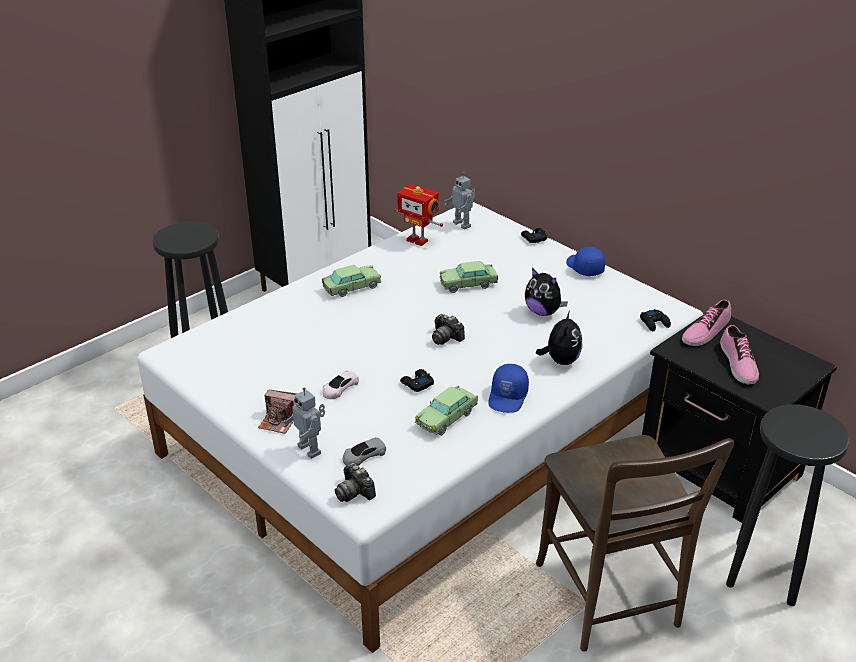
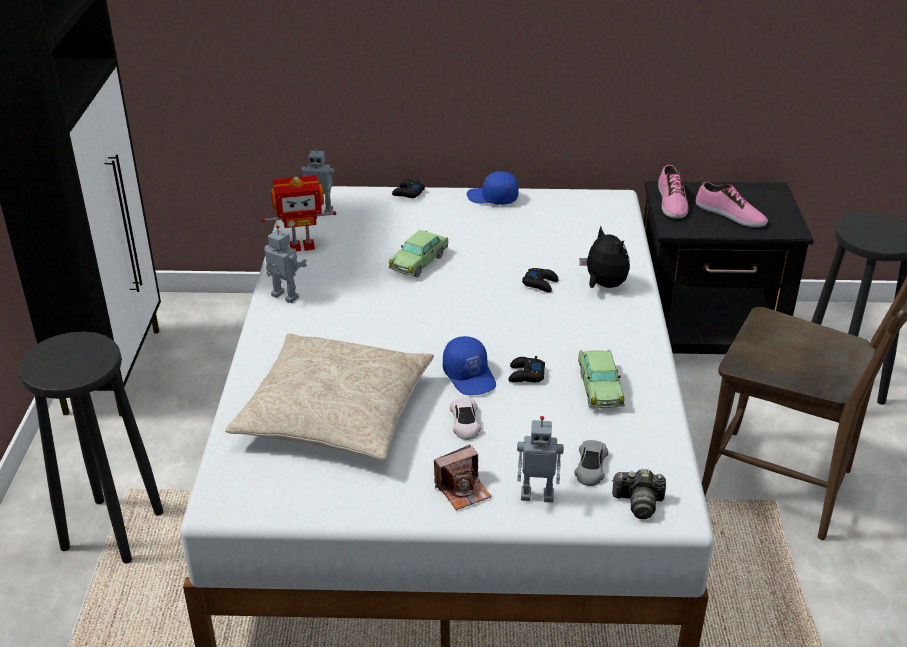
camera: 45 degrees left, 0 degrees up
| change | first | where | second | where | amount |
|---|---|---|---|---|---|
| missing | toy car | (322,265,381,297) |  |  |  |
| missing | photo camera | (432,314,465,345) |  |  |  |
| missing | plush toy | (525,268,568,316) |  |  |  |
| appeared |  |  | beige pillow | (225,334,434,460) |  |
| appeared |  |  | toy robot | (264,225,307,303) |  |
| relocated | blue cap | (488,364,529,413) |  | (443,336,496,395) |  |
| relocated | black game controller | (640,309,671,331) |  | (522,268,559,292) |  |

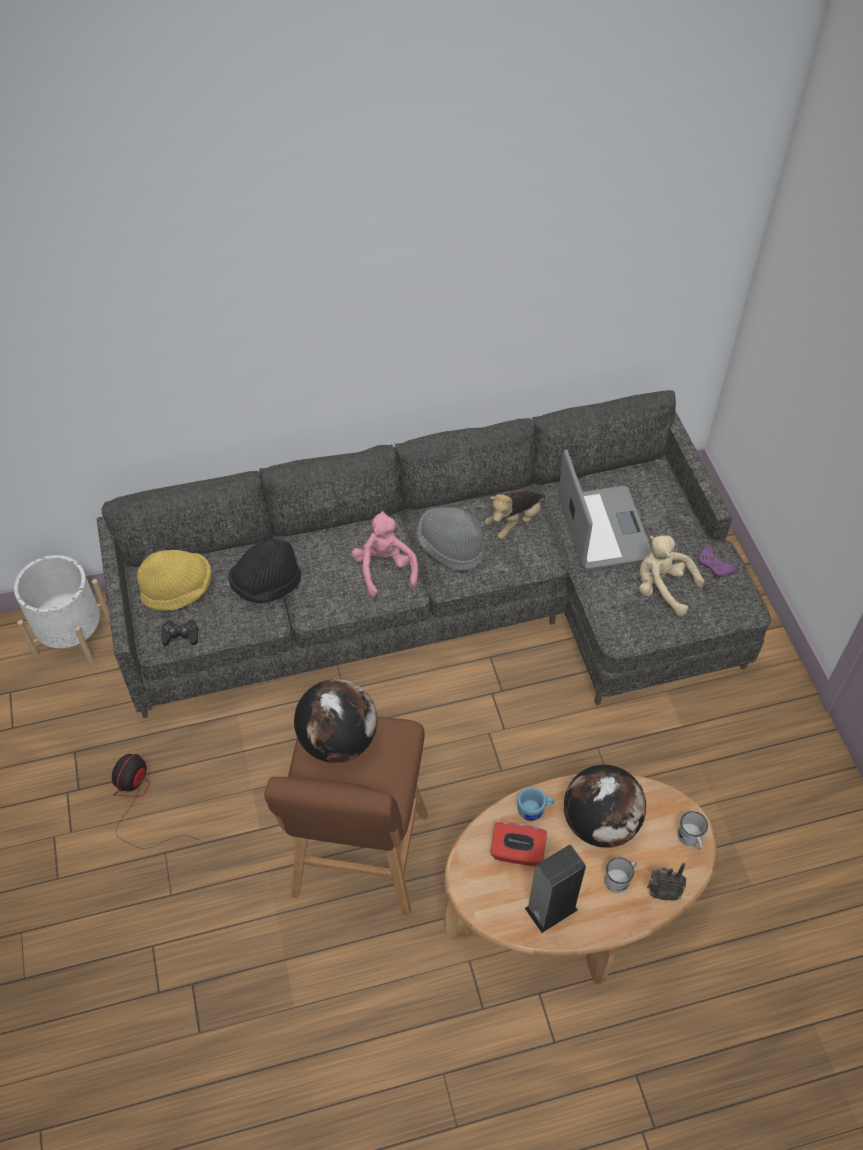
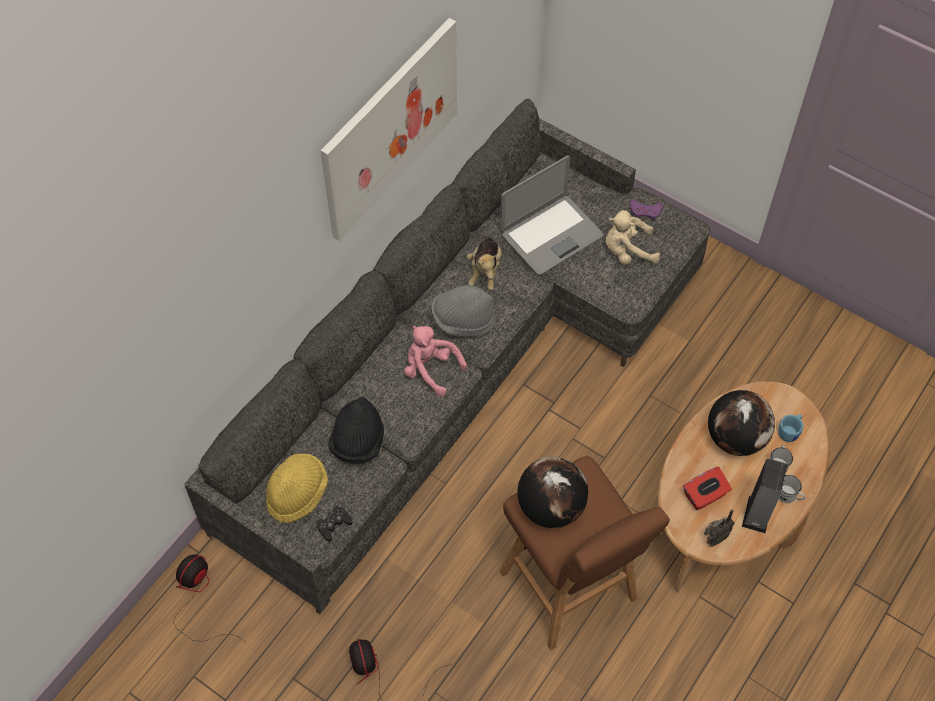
camera: 40 degrees left, 5 degrees up
| change | first | where | second | where | amount |
|---|---|---|---|---|---|
| appeared |  |  | picture | (321,18,457,241) |  |
| relocated | blue mug | (517,787,555,821) |  | (778,414,803,442) |  |
| relocated | radio | (647,863,686,901) |  | (704,509,734,547) |  |
| relocated | white mug | (677,811,708,850) |  | (779,475,805,503) |  |
| exchanged | white planter | (14,555,110,665) | fan | (174,554,245,642) |  |
| spun | laptop | (558,449,652,570) |  | (500,155,604,275) | 105 degrees clockwise |

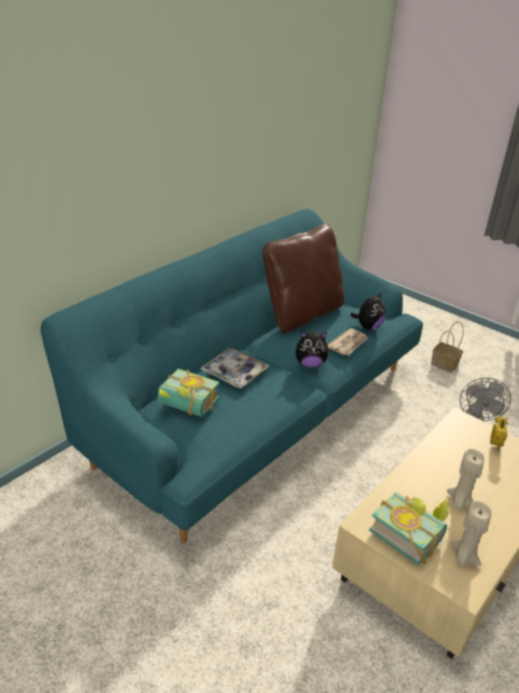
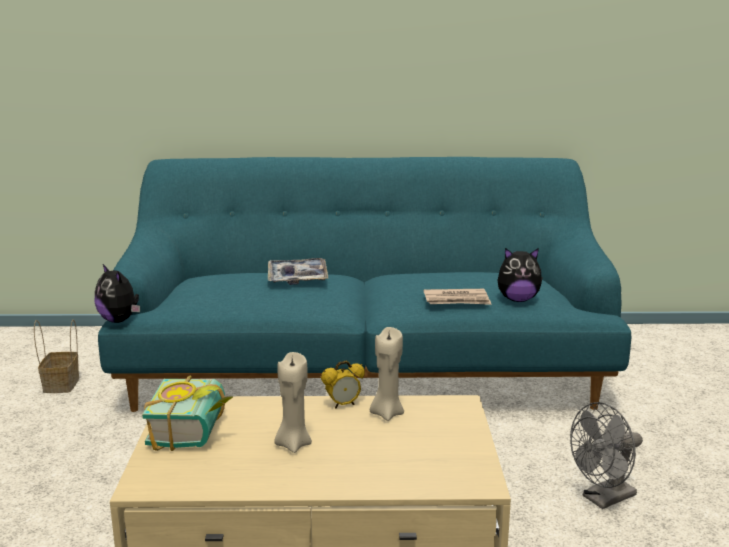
camera: 50 degrees right, 15 degrees down
| change | first | where | second | where | amount |
|---|---|---|---|---|---|
| missing | book | (158,369,220,417) |  |  |  |
| missing | brown pillow | (263,224,344,334) |  |  |  |
| relocated | plush toy | (296,331,330,368) |  | (95,264,140,323) |  |
| relocated | basket | (431,322,464,373) |  | (34,319,79,393) |  |
| relocated | beige candle | (451,501,491,566) |  | (370,327,404,421) |  |
| relocated | alarm clock | (490,416,508,450) |  | (321,361,365,409) |  |

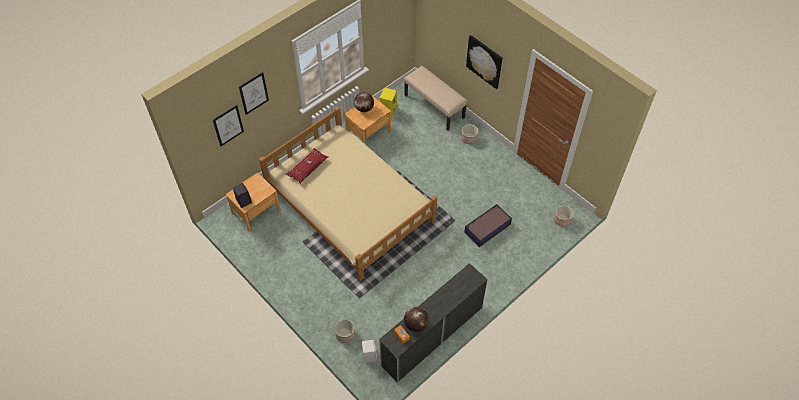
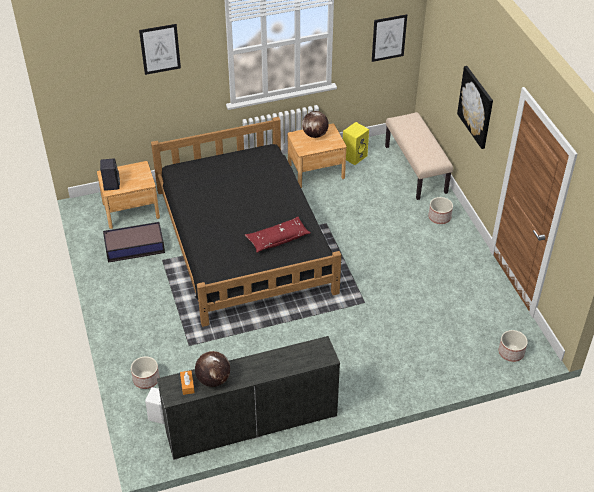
camera: 25 degrees right, 10 degrees down
| change | first | where | second | where | amount |
|---|---|---|---|---|---|
| relocated | picture | (213,105,244,146) |  | (372,14,407,62) |  |
| relocated | red pillow | (286,148,328,184) |  | (245,217,311,253) |  |
| relocated | storage box | (464,204,512,247) |  | (103,222,165,263) |  |
| colour | beige bed | (259,106,437,281) | black bed | (151,117,342,327) |  |

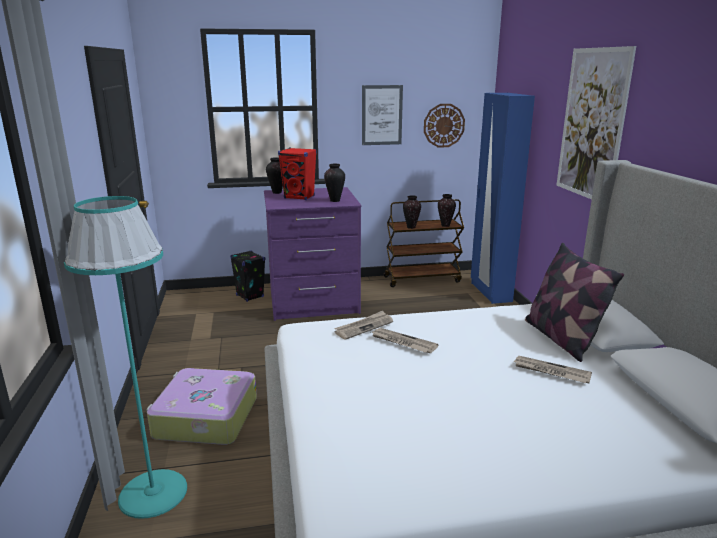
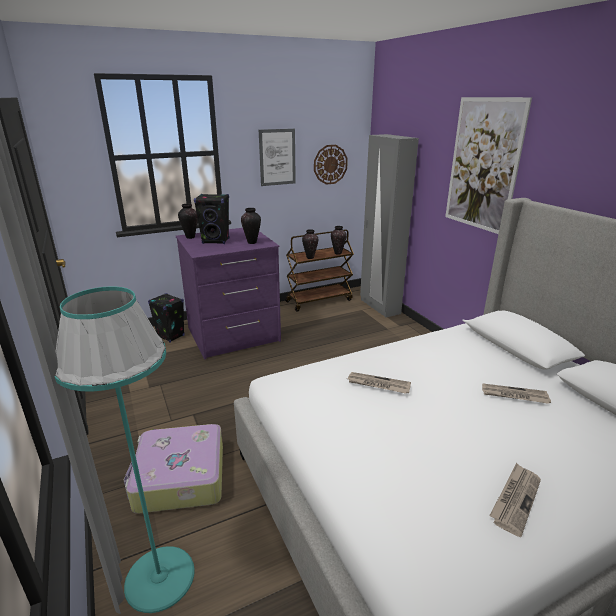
camera: 15 degrees left, 5 degrees up
| change | first | where | second | where | amount |
|---|---|---|---|---|---|
| missing | pillow | (525,243,624,362) |  |  |  |
| relocated | newspaper | (334,311,393,340) |  | (489,463,541,537) |  |
| colour | red speaker | (278,148,317,200) | black speaker | (194,194,229,244) |  |
| colour | blue wardrobe | (471,93,535,304) | grey wardrobe | (360,134,419,318) |  |

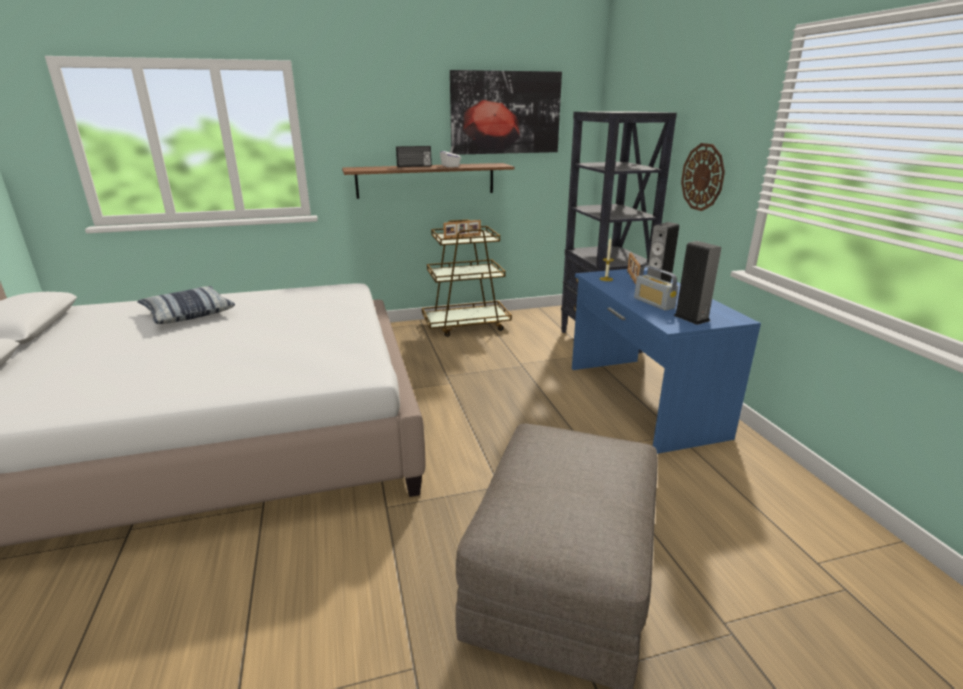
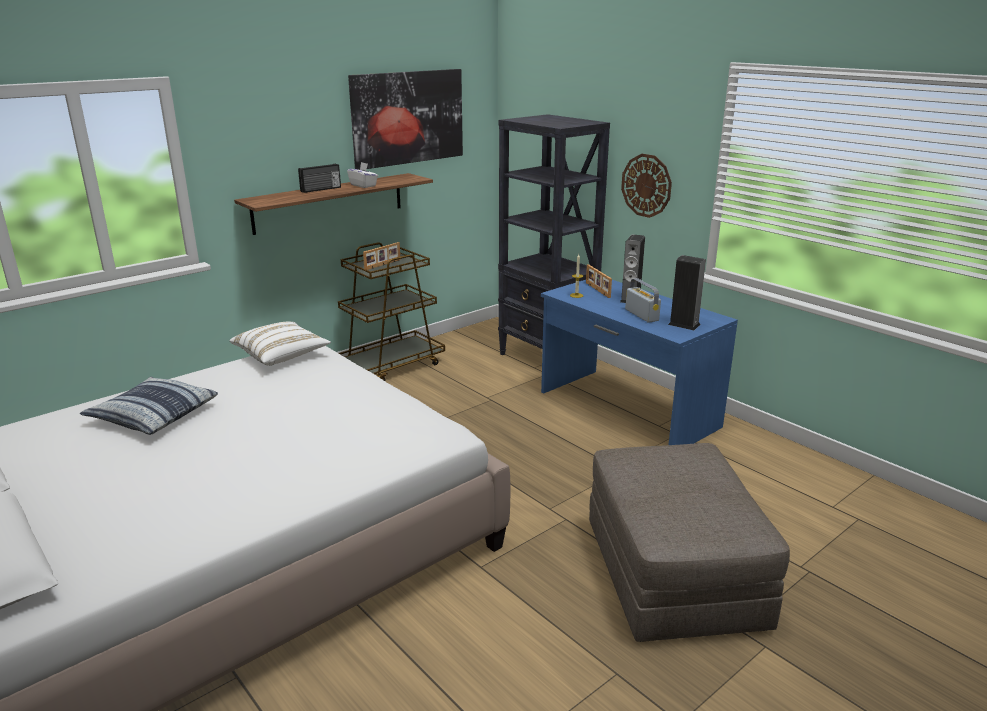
camera: 25 degrees left, 0 degrees up
| change | first | where | second | where | amount |
|---|---|---|---|---|---|
| appeared |  |  | white pillow | (230,322,331,366) |  |
| spun | radio | (634,265,679,311) |  | (626,278,661,323) | 150 degrees counterclockwise |

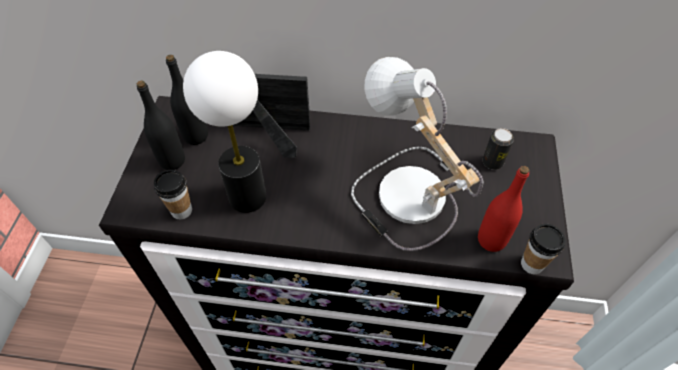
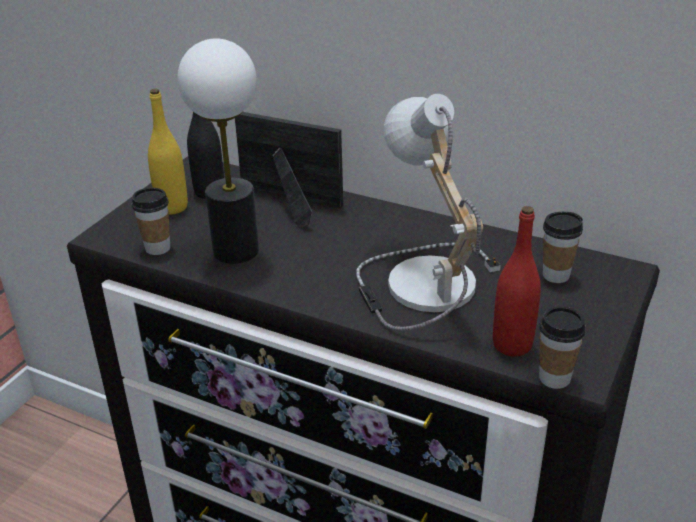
camera: 20 degrees right, 20 degrees down
| change | first | where | second | where | amount |
|---|---|---|---|---|---|
| exchanged | can | (482,128,514,170) | cup | (543,212,583,283) |  |
| colour | black bottle | (137,81,185,170) | yellow bottle | (148,89,188,215) |  |

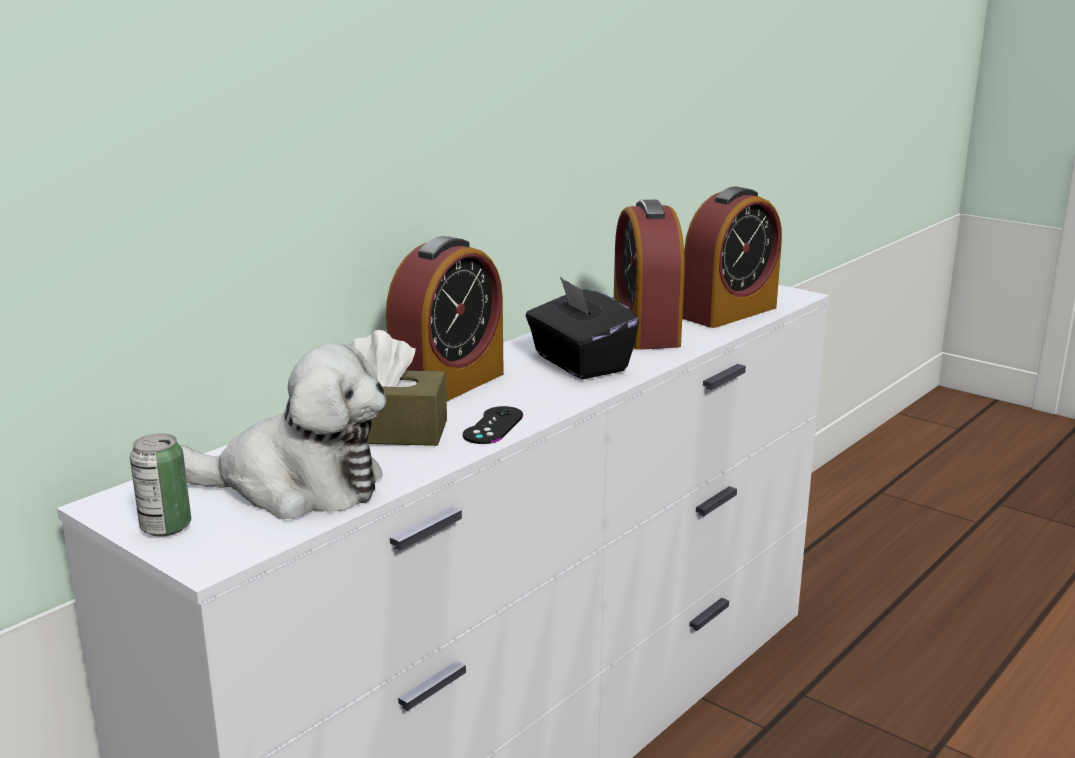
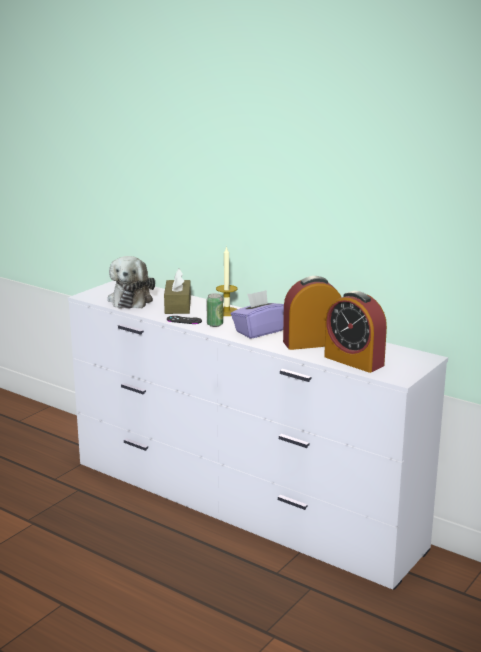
camera: 85 degrees right, 0 degrees up
| change | first | where | second | where | amount |
|---|---|---|---|---|---|
| relocated | can | (130,433,191,537) |  | (206,293,223,327) |  |
| exchanged | alarm clock | (386,236,504,401) | candle | (216,246,237,316) |  |
| colour | black tissue box | (526,277,639,379) | purple tissue box | (231,290,284,339) |  |

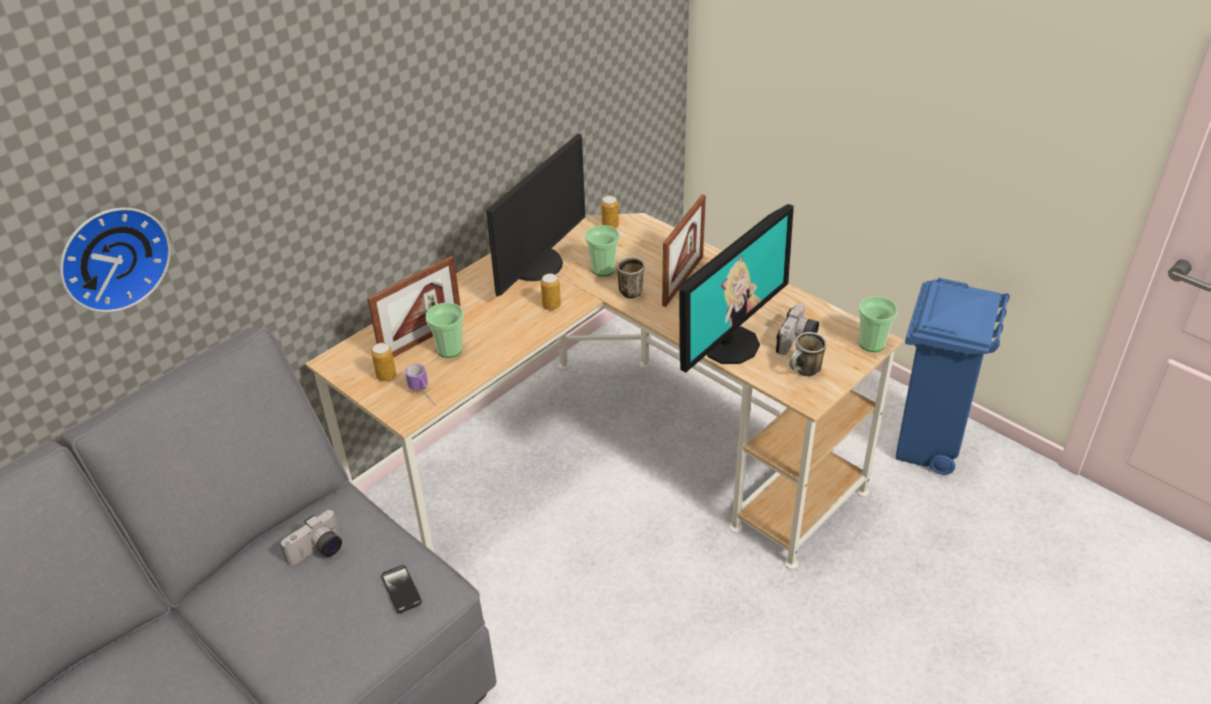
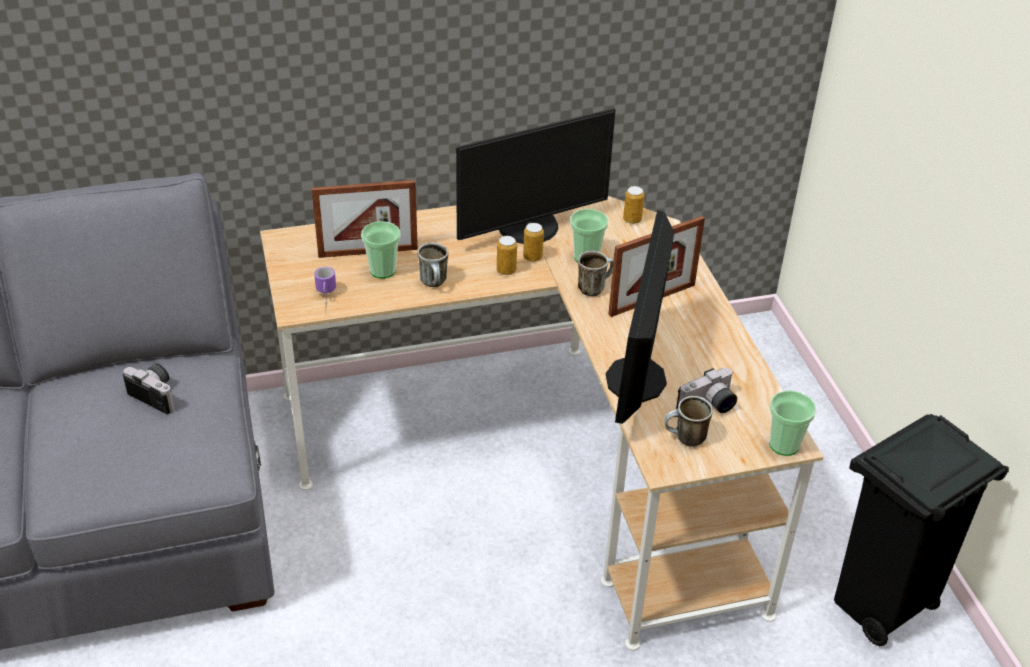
camera: 30 degrees right, 0 degrees up
| change | first | where | second | where | amount |
|---|---|---|---|---|---|
| missing | wall clock | (60,208,171,313) |  |  |  |
| missing | phone | (381,565,422,613) |  |  |  |
| appeared |  |  | mug | (417,243,448,287) |  |
| relocated | can | (371,343,396,381) |  | (523,223,544,262) |  |
| colour | blue trash can | (896,278,1010,475) | black trash can | (834,414,1009,646) |  |
| spun | photo camera | (281,510,342,566) |  | (123,364,175,414) | 135 degrees counterclockwise |
| spun | monitor | (679,204,794,373) |  | (606,210,674,424) | 120 degrees clockwise |

